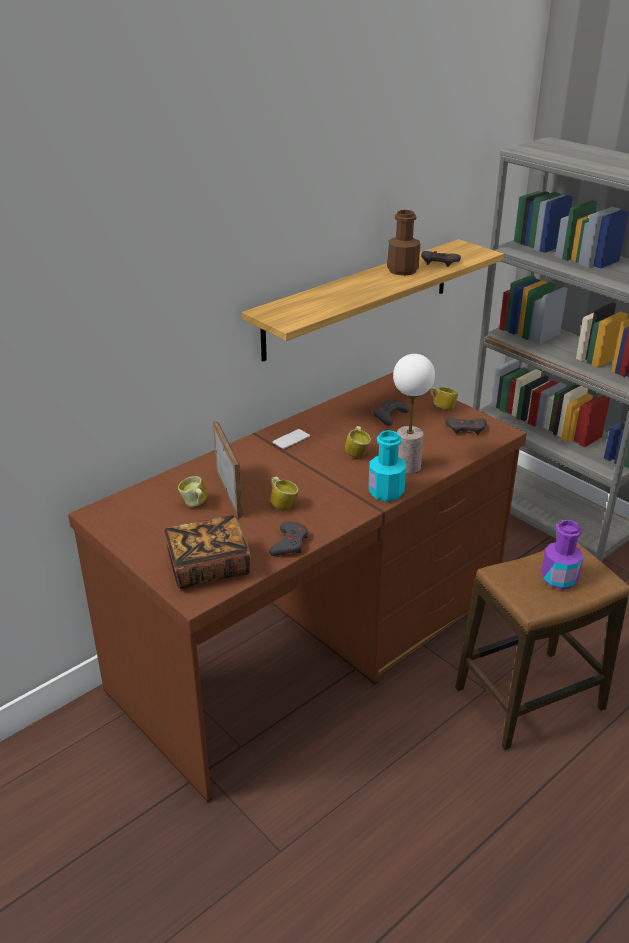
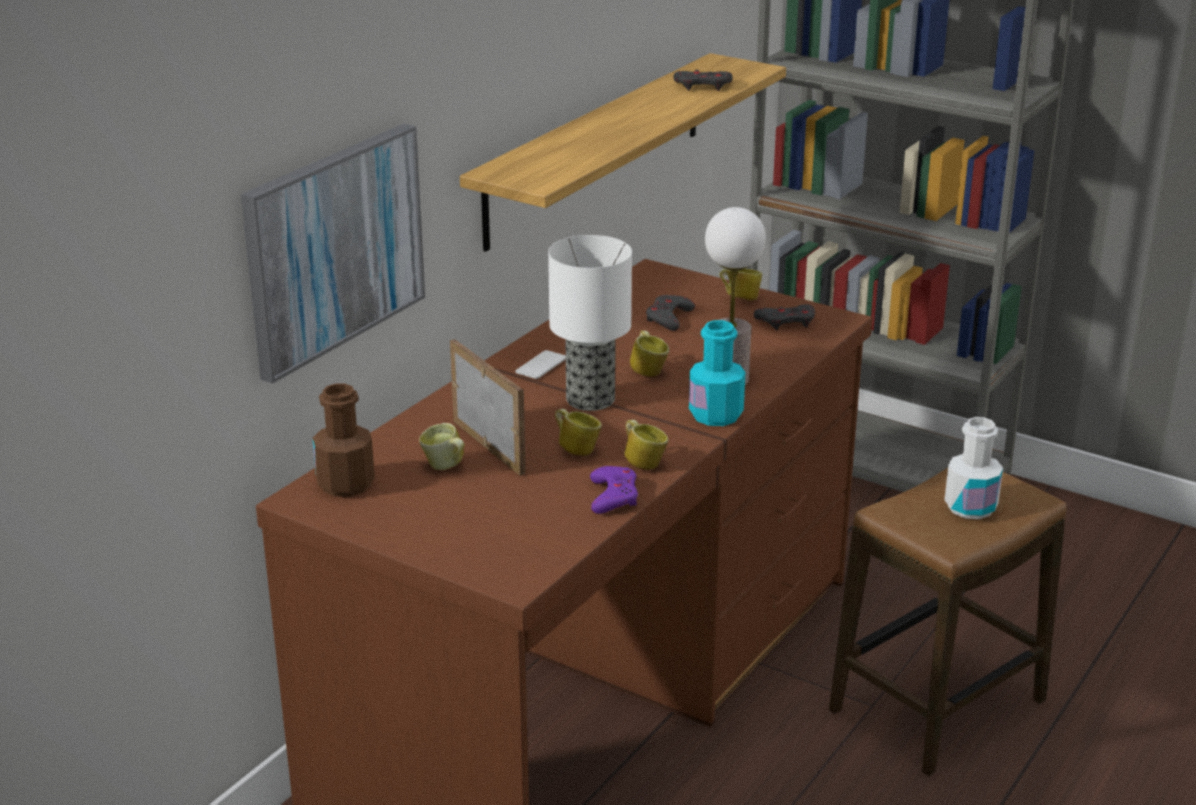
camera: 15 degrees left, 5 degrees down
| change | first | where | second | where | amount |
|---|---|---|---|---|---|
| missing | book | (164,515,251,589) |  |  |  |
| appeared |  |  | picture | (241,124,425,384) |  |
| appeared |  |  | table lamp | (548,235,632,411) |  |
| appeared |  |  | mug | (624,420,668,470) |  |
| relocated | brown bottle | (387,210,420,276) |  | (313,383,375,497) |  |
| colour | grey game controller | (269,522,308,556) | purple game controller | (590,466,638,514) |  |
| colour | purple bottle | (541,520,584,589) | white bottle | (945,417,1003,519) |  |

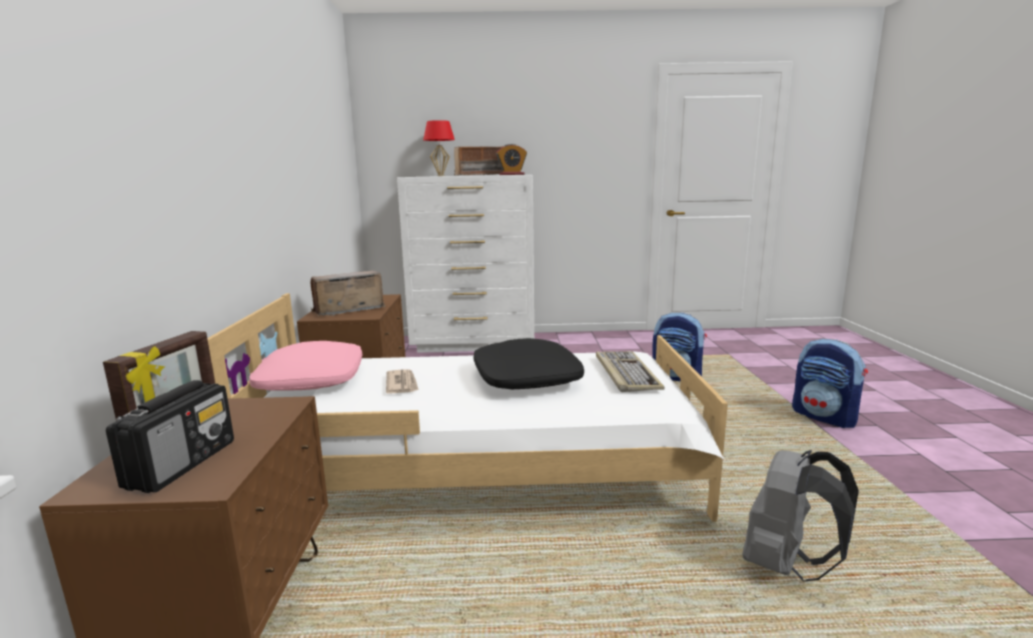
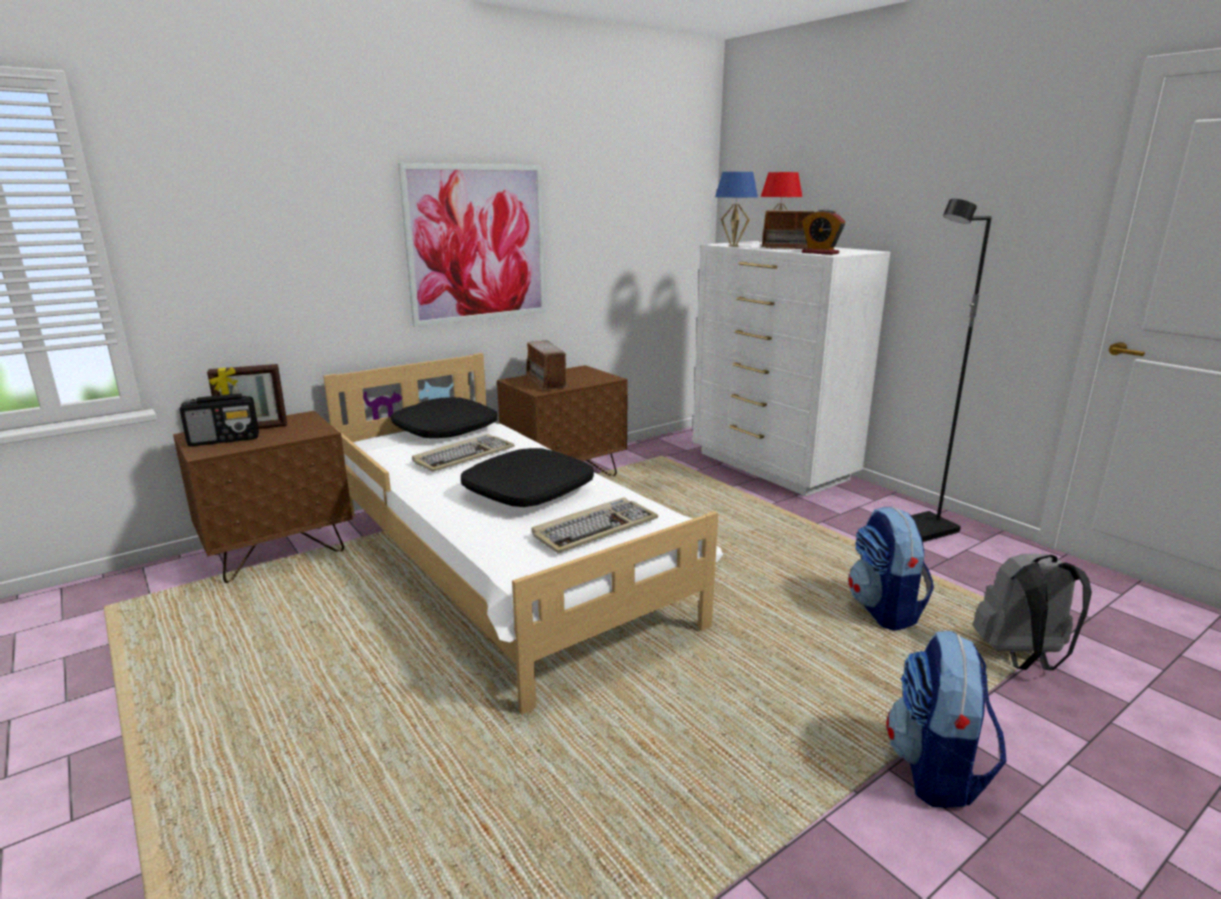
camera: 55 degrees right, 5 degrees up
| change | first | where | second | where | amount |
|---|---|---|---|---|---|
| appeared |  |  | picture | (398,163,546,327) |  |
| appeared |  |  | blue table lamp | (715,172,758,247) |  |
| appeared |  |  | black floor lamp | (911,199,992,542) |  |
| relocated | grey backpack | (742,450,859,581) |  | (973,554,1092,671) |  |
| exchanged | newspaper | (386,369,419,394) | keyboard | (412,434,515,472) |  |
| colour | pink pillow | (249,341,363,390) | black pillow | (391,397,498,438) |  |
| spun | radio | (310,271,385,316) |  | (526,340,568,391) | 135 degrees counterclockwise |

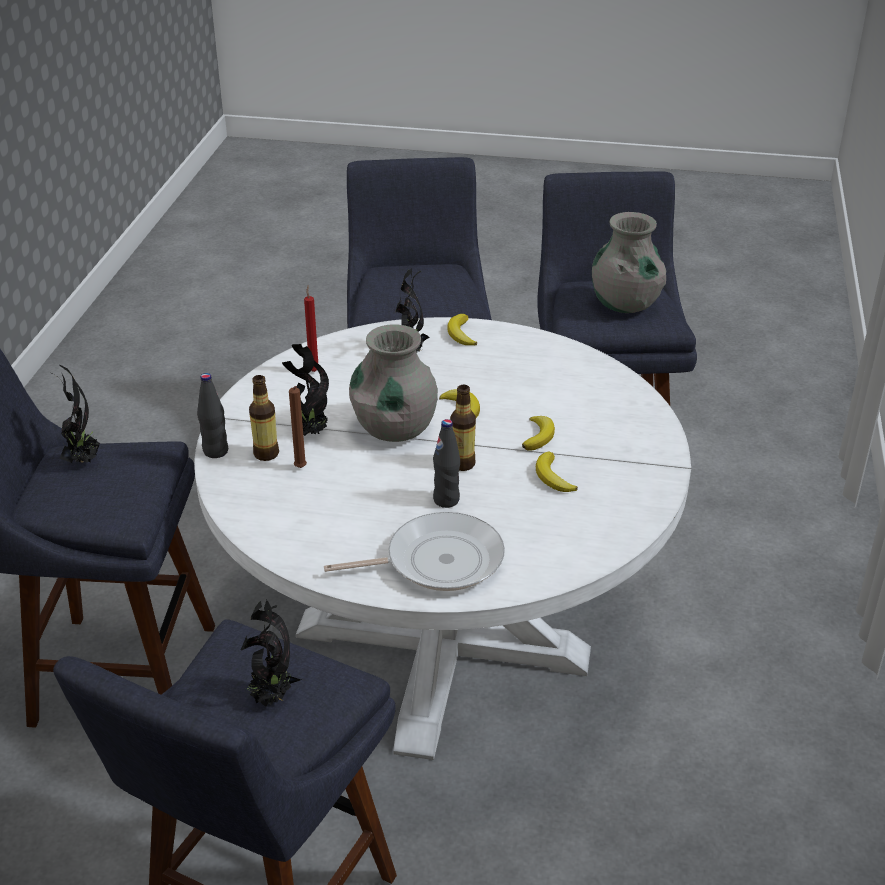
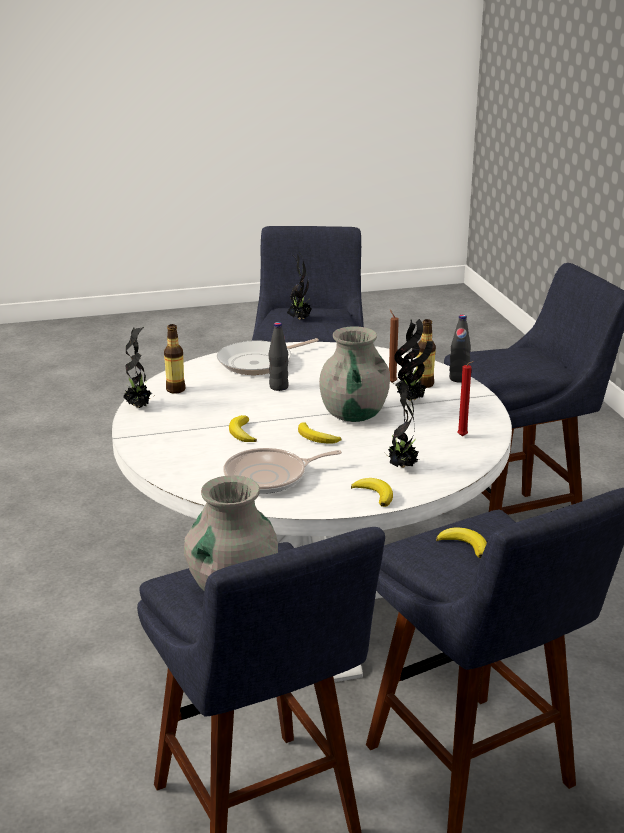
camera: 155 degrees right, 10 degrees down
| change | first | where | second | where | amount |
|---|---|---|---|---|---|
| appeared |  |  | frying pan | (223,448,342,494) |  |
| relocated | potted plant | (51,364,100,463) |  | (123,327,155,408) |  |
| relocated | bottle | (450,385,476,471) |  | (164,324,186,394) |  |
| relocated | banana | (536,452,578,492) |  | (436,527,487,558) |  |

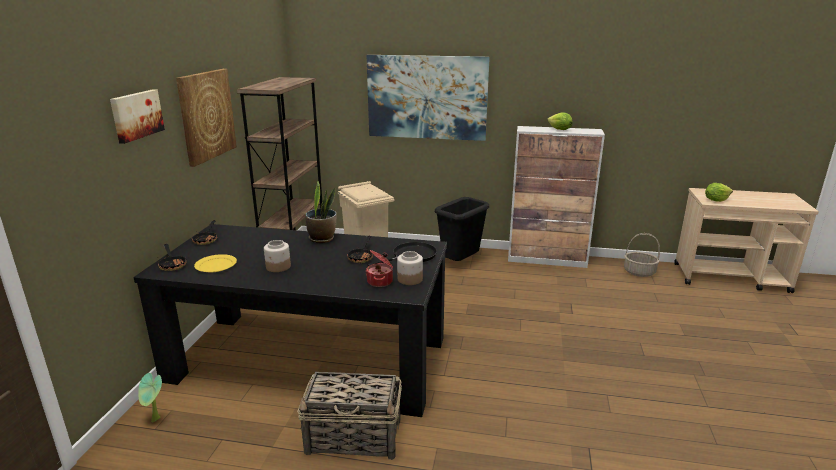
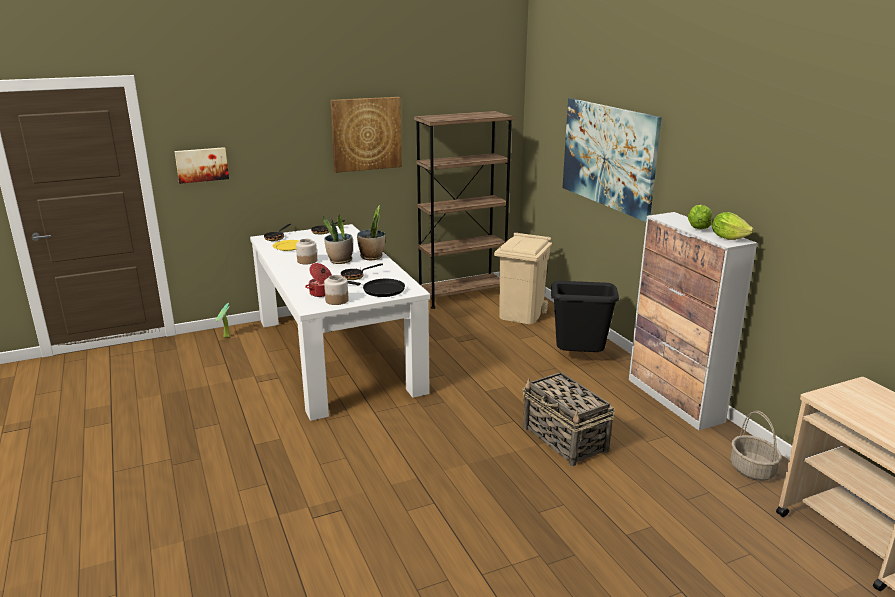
camera: 55 degrees right, 0 degrees up
| change | first | where | second | where | amount |
|---|---|---|---|---|---|
| appeared |  |  | potted plant | (322,214,353,264) |  |
| relocated | picture | (110,89,165,144) |  | (174,147,229,184) |  |
| relocated | basket | (297,372,402,460) |  | (522,372,615,466) |  |
| relocated | lettuce | (705,183,733,202) |  | (712,212,754,240) |  |
| colour | black dining table | (133,224,447,417) | white dining table | (250,224,430,421) |  |

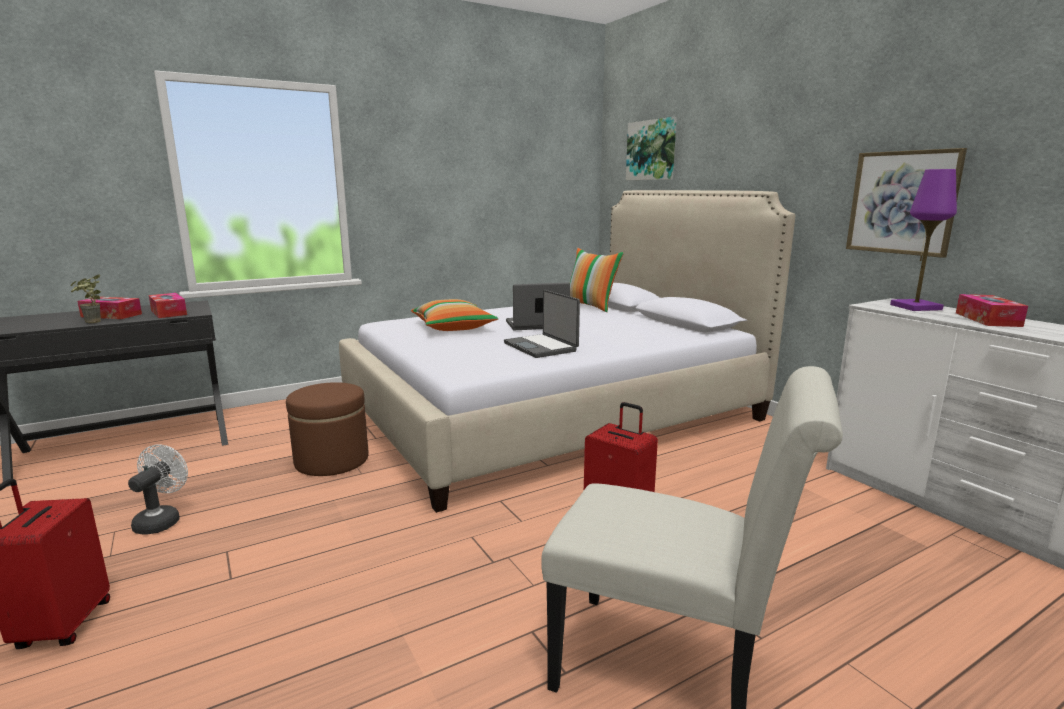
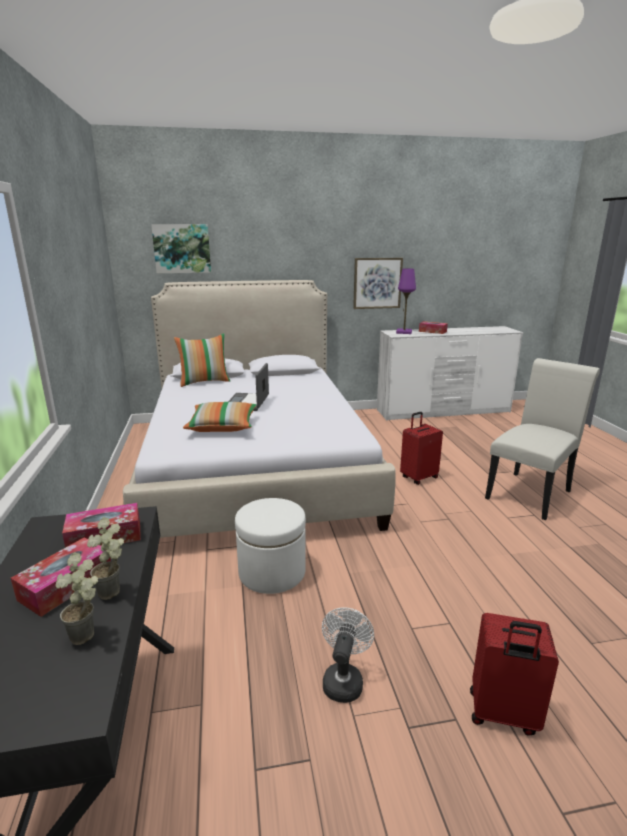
camera: 70 degrees left, 5 degrees up
| change | first | where | second | where | amount |
|---|---|---|---|---|---|
| missing | laptop | (504,290,580,358) |  |  |  |
| appeared |  |  | potted plant | (55,552,98,645) |  |
| colour | brown ottoman | (286,382,369,476) | white ottoman | (235,498,306,594) |  |
| spun | white fan | (128,444,188,535) |  | (322,607,374,703) | 75 degrees clockwise |

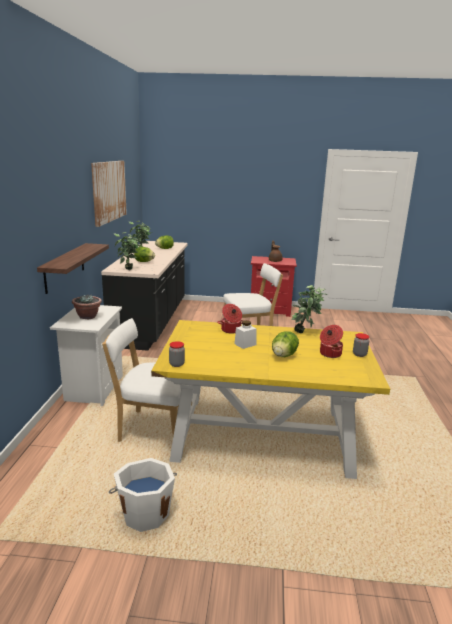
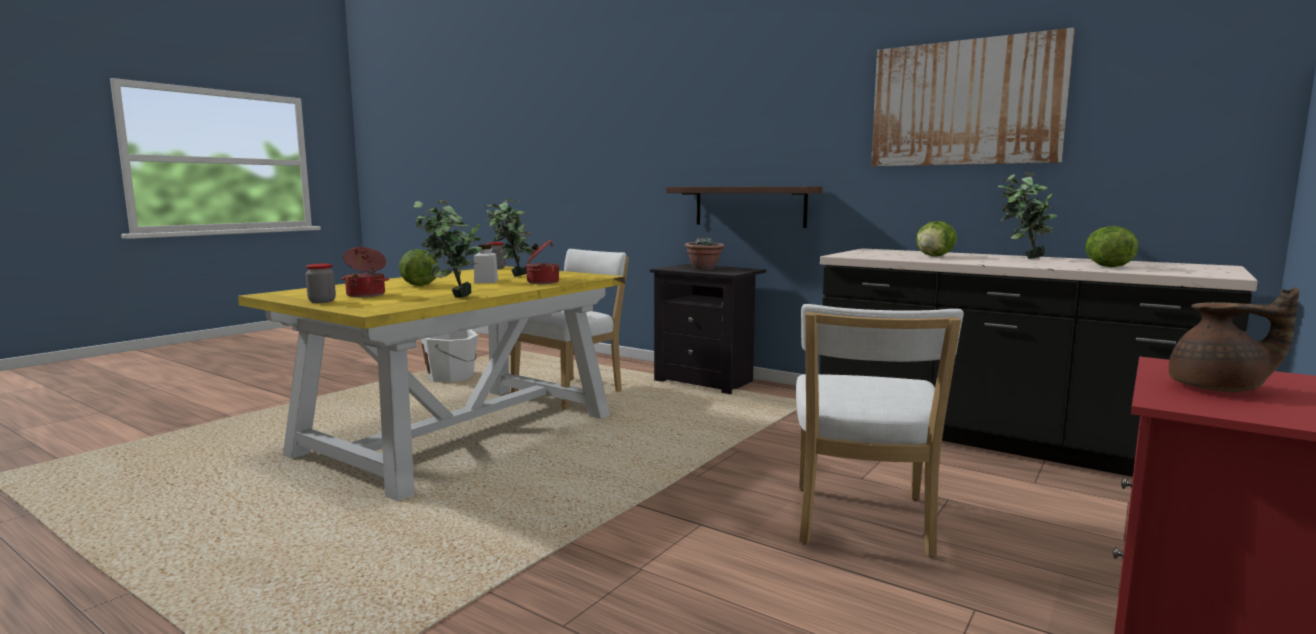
camera: 120 degrees right, 10 degrees down
| change | first | where | second | where | amount |
|---|---|---|---|---|---|
| relocated | potted plant | (114,232,140,270) |  | (485,199,535,277) |  |
| colour | white nightstand | (50,305,123,406) | black nightstand | (650,264,766,394) |  |

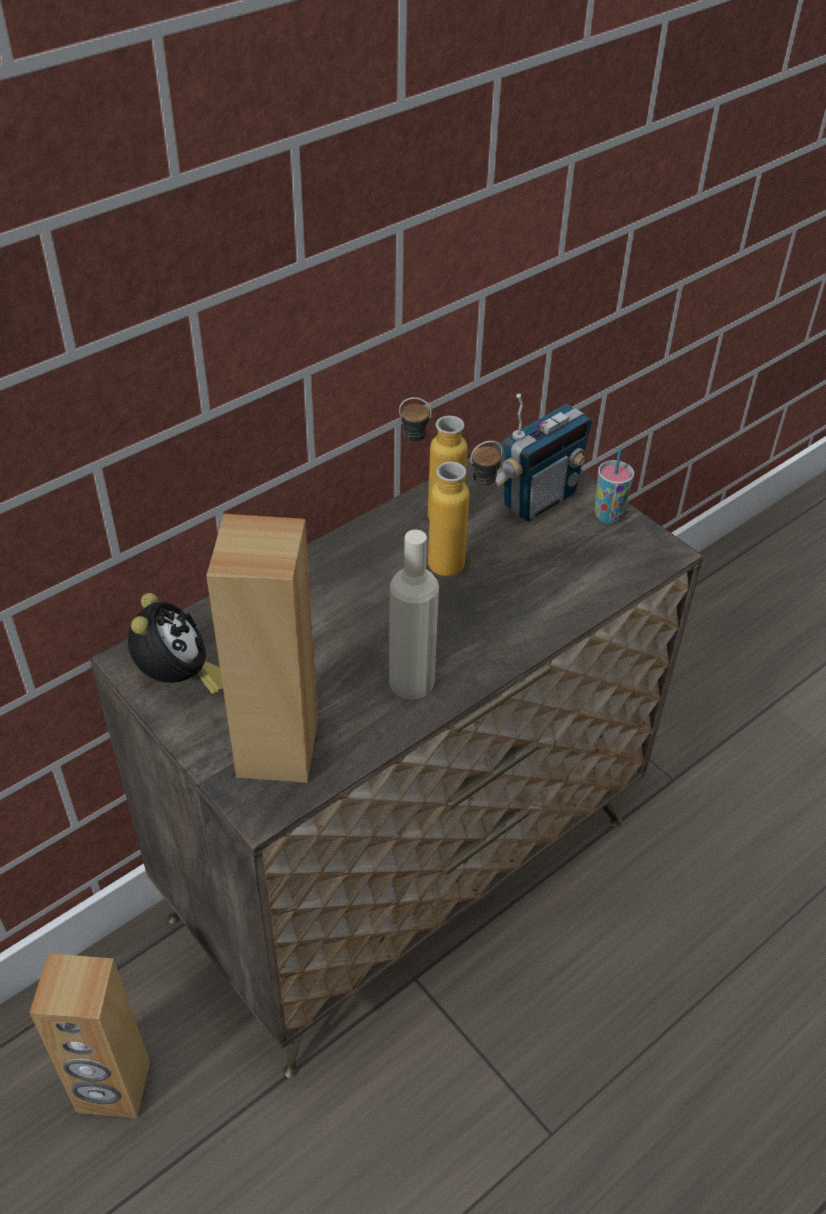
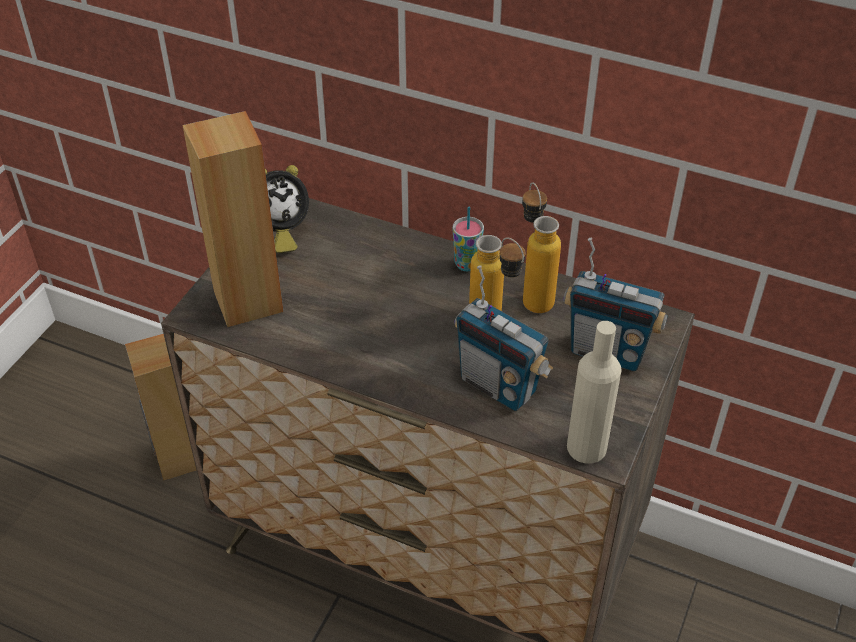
camera: 65 degrees right, 0 degrees up
| change | first | where | second | where | amount |
|---|---|---|---|---|---|
| appeared |  |  | radio | (454,265,553,411) |  |
| relocated | beige bottle | (389,530,439,699) |  | (567,321,622,463) |  |
| relocated | cup | (594,448,634,524) |  | (453,207,484,271) |  |

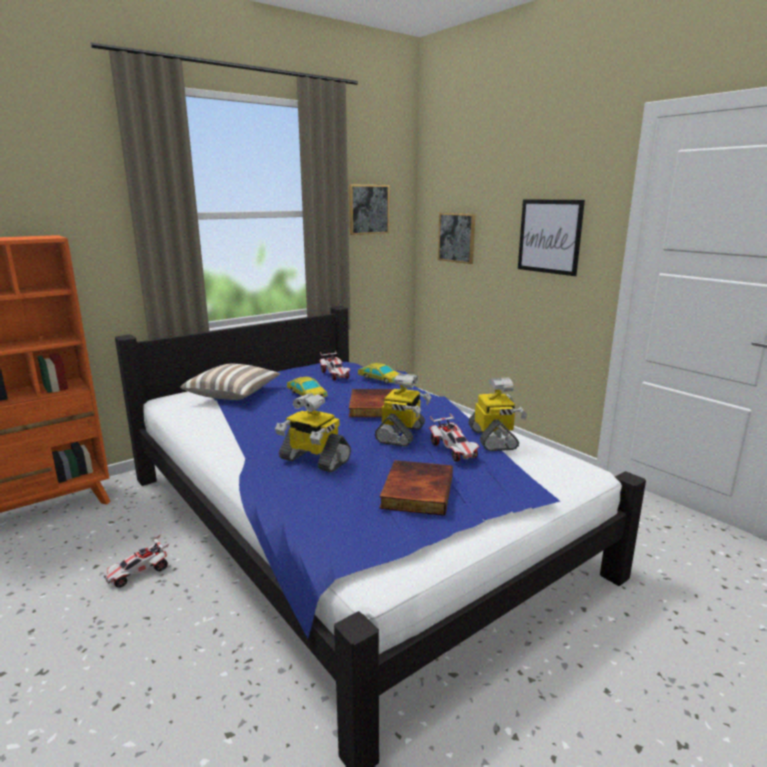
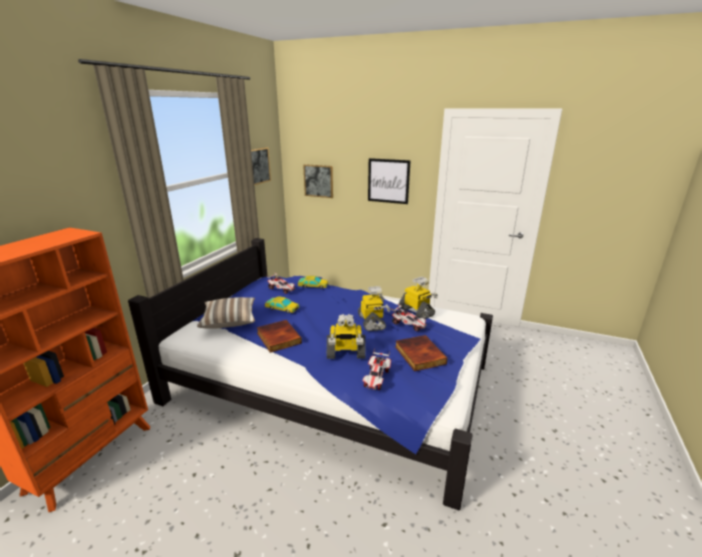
camera: 30 degrees left, 5 degrees up
| change | first | where | second | where | amount |
|---|---|---|---|---|---|
| relocated | toy car | (104,534,169,588) |  | (363,349,391,390) |  |
| relocated | book | (349,389,393,417) |  | (257,320,302,353) |  |

